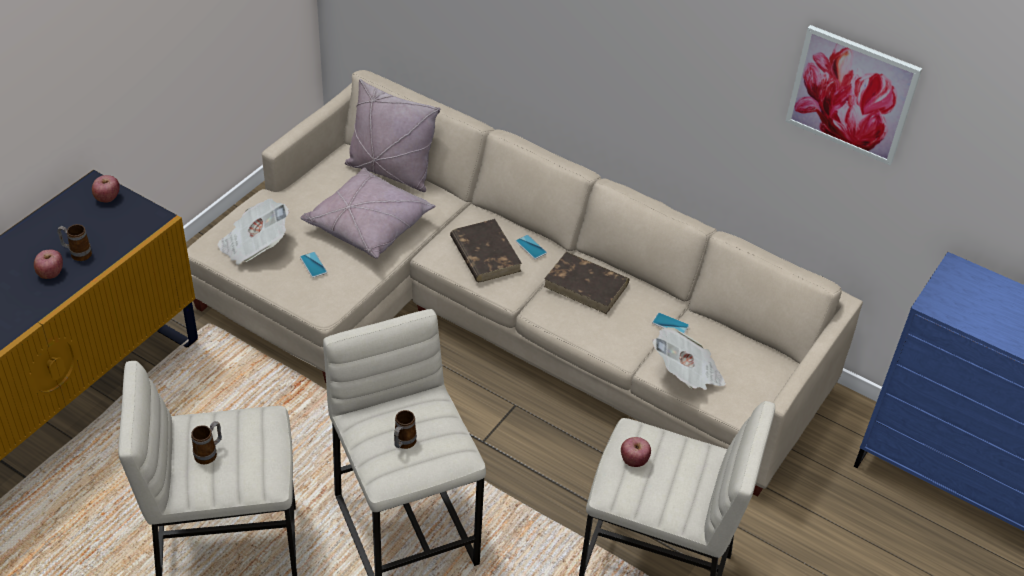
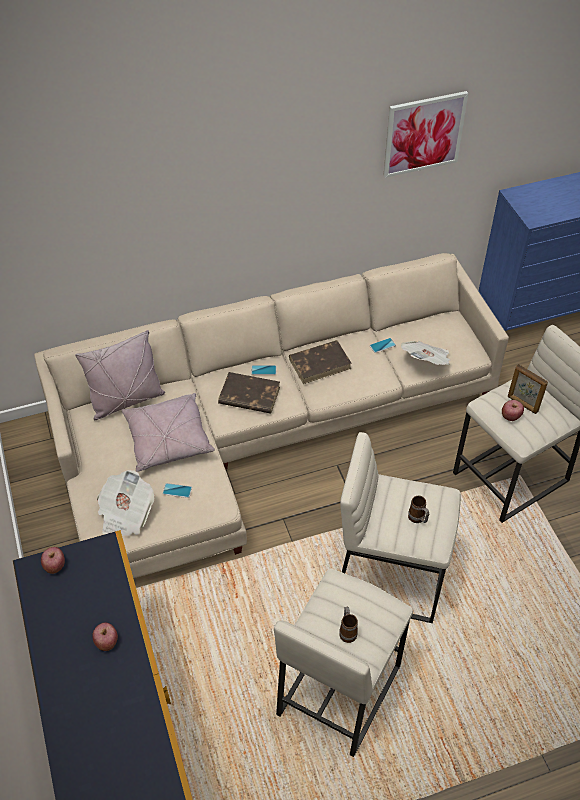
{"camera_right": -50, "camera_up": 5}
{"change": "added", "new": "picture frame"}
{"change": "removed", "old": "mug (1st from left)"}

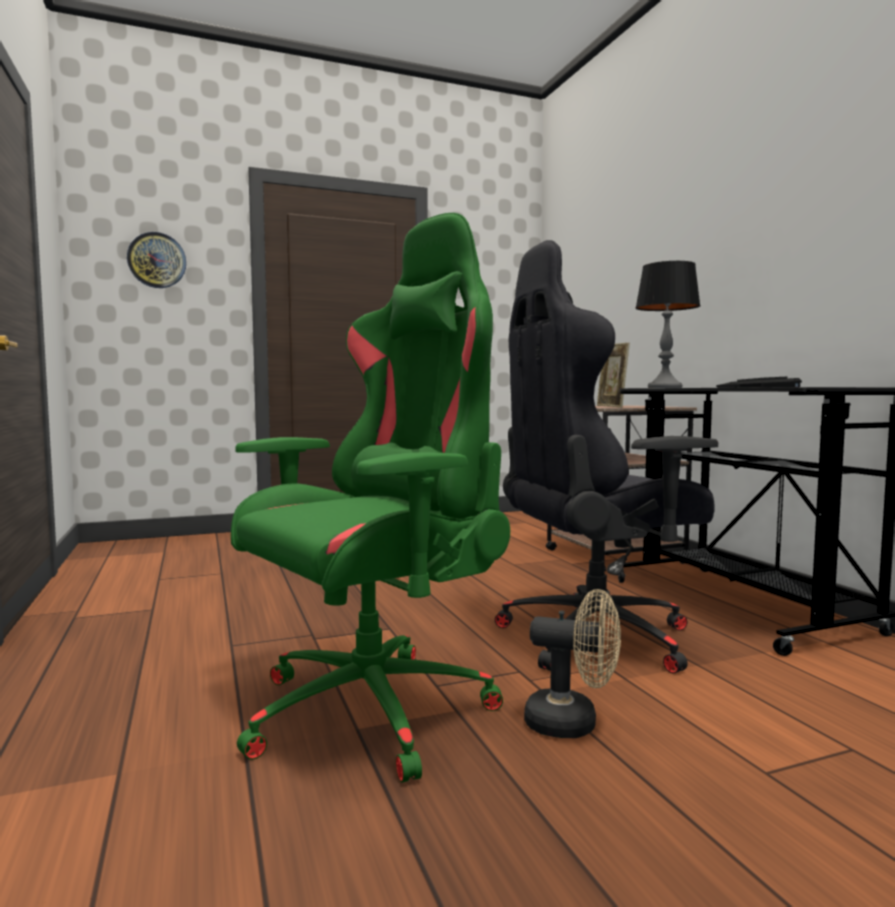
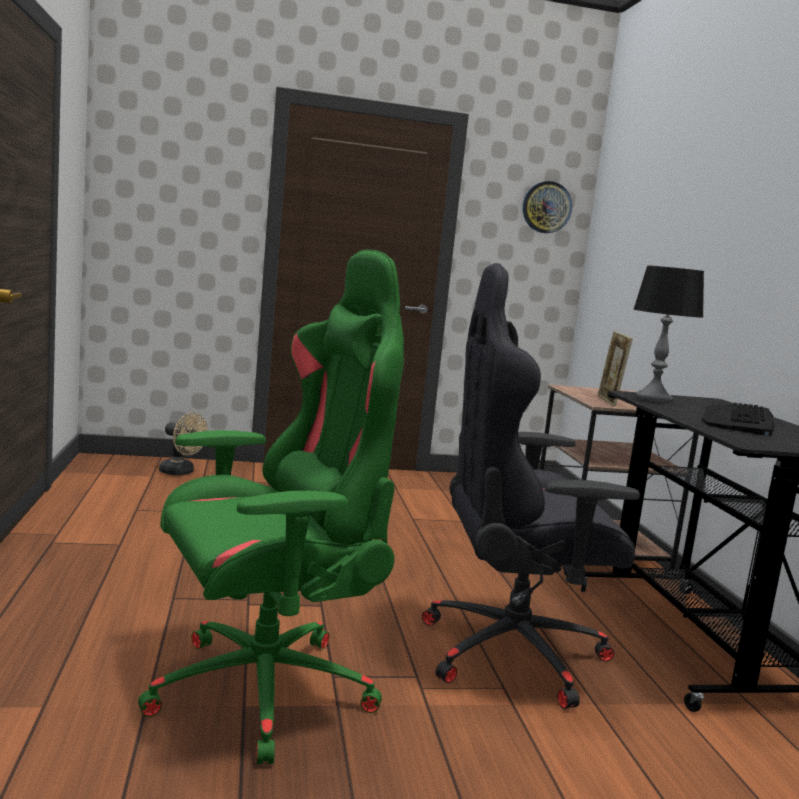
{"camera_right": 10, "camera_up": 5}
{"change": "moved", "old": "fan/beige"}
{"change": "moved", "old": "wall clock"}

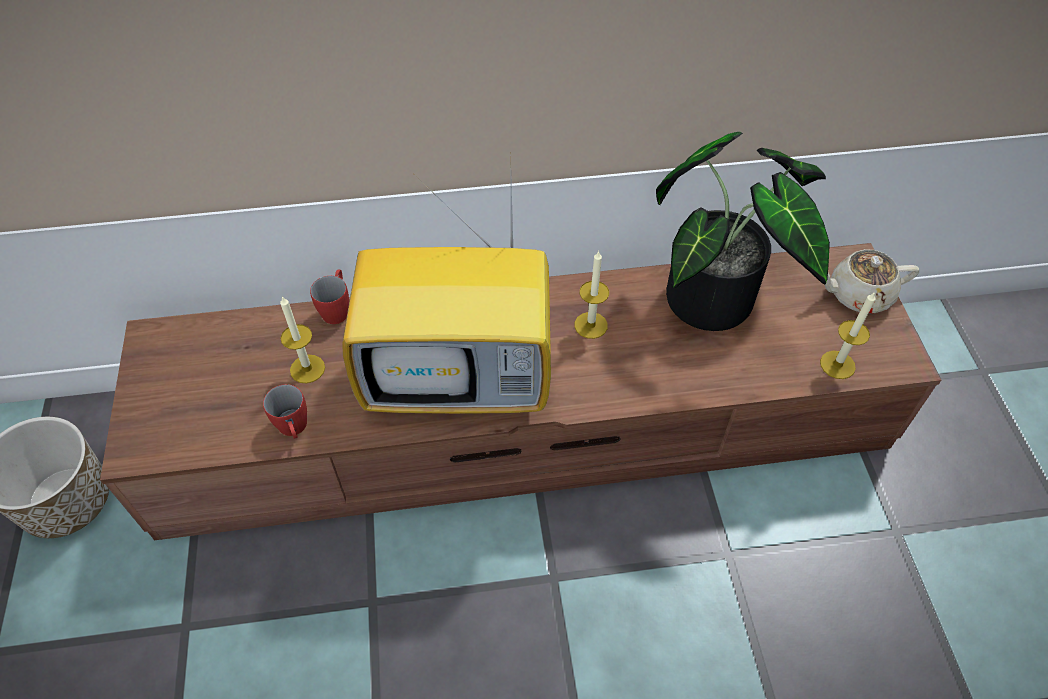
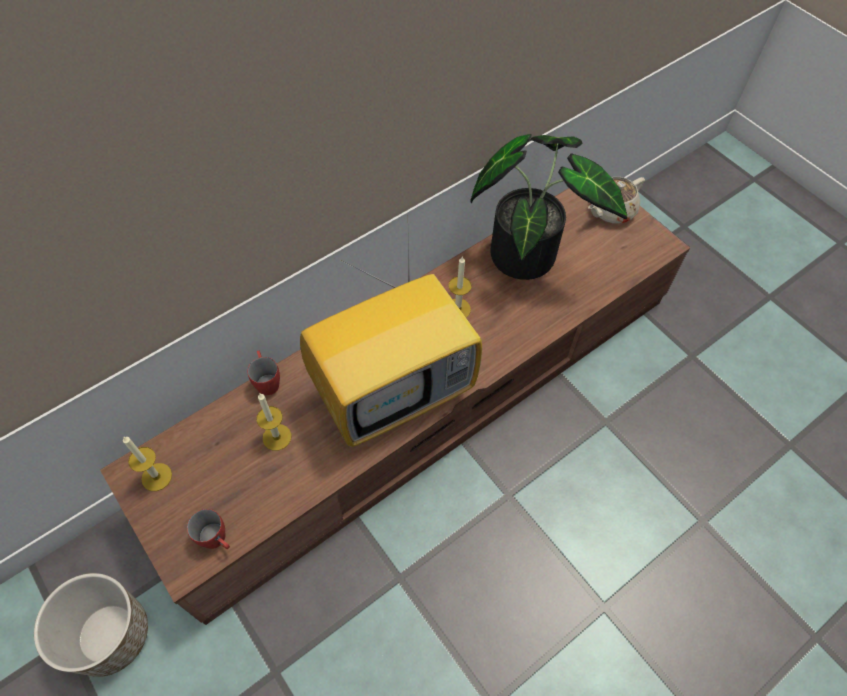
{"camera_right": -30, "camera_up": 5}
{"change": "moved", "old": "candle (3rd from left in the first image)", "new": "candle (1st from left)"}
{"change": "moved", "old": "mug/red (1st from left)"}

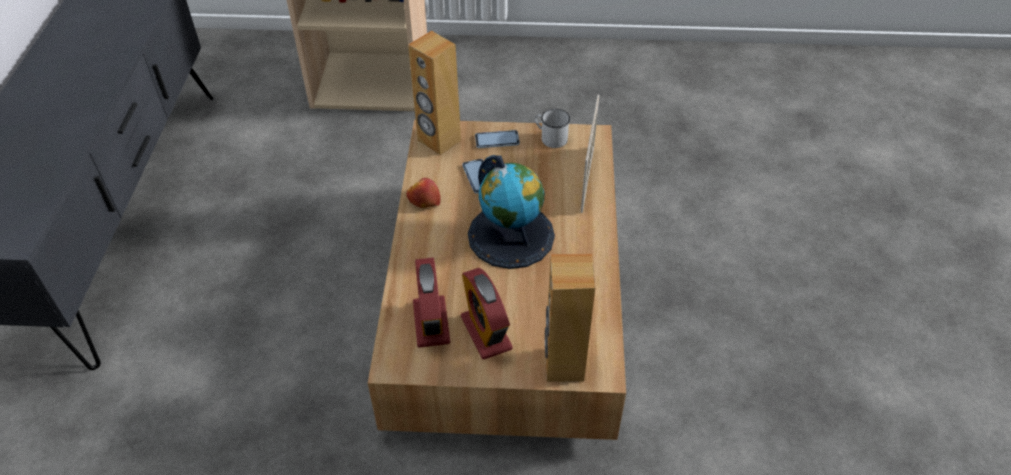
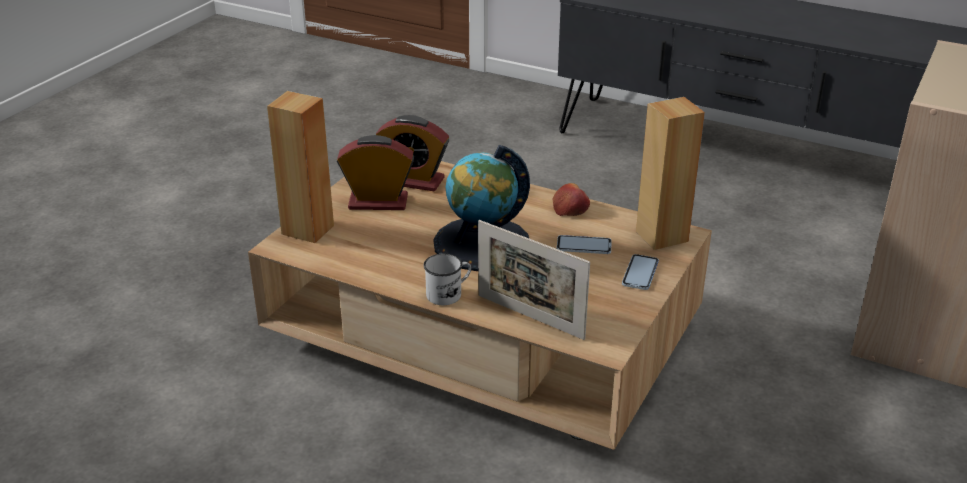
{"camera_right": 115, "camera_up": -15}
{"change": "moved", "old": "mug/white"}

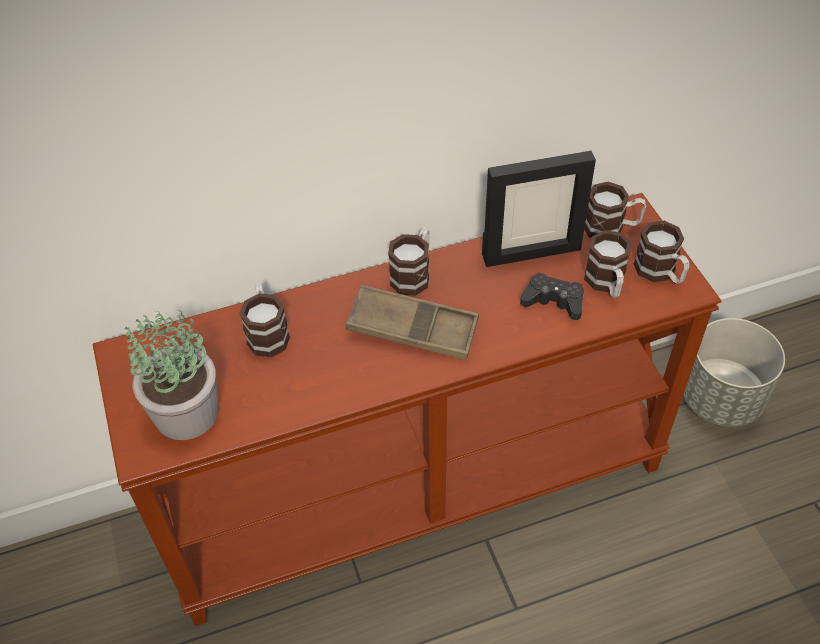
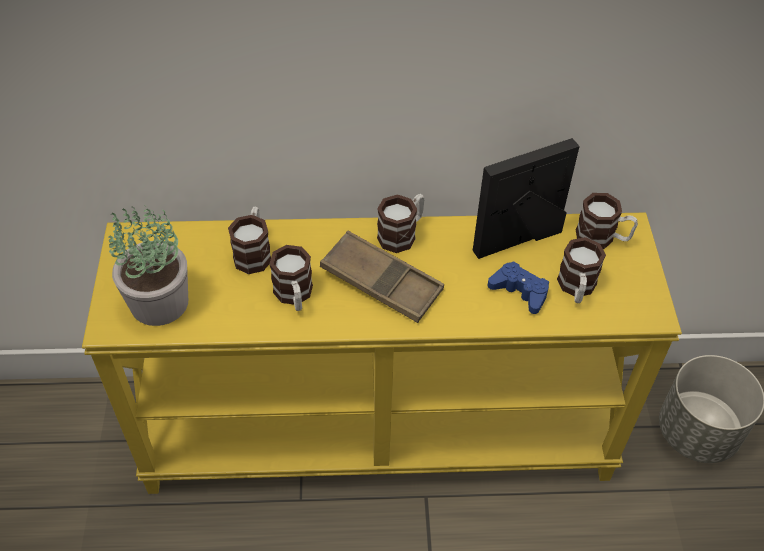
{"camera_right": 15, "camera_up": 0}
{"change": "recoloured", "old": "console table/brown", "new": "console table/yellow"}
{"change": "moved", "old": "mug (5th from left in the first image)", "new": "mug (2nd from left)"}
{"change": "turned", "old": "picture frame", "degrees": 150}
{"change": "recoloured", "old": "game controller/black", "new": "game controller/blue"}

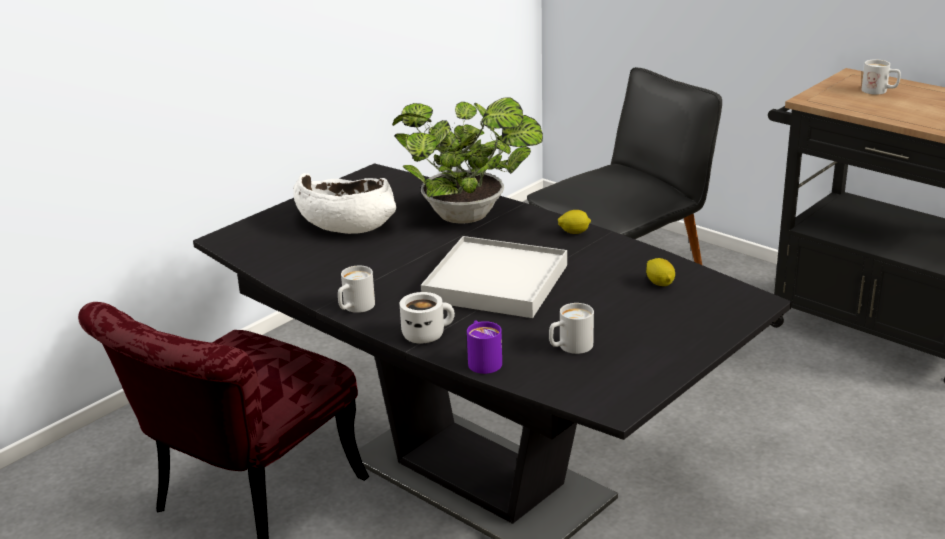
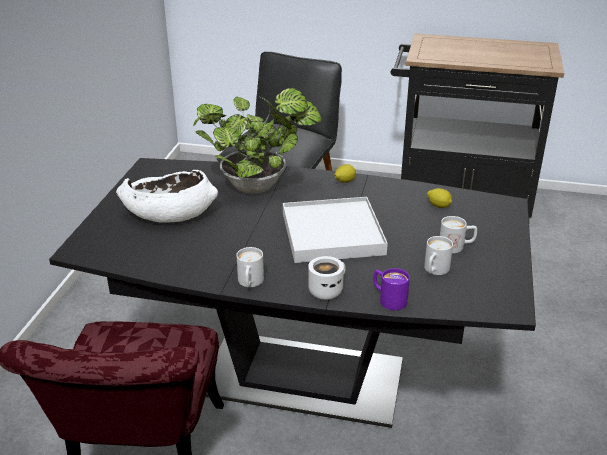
{"camera_right": -30, "camera_up": 5}
{"change": "moved", "old": "mug/white (4th from left)"}

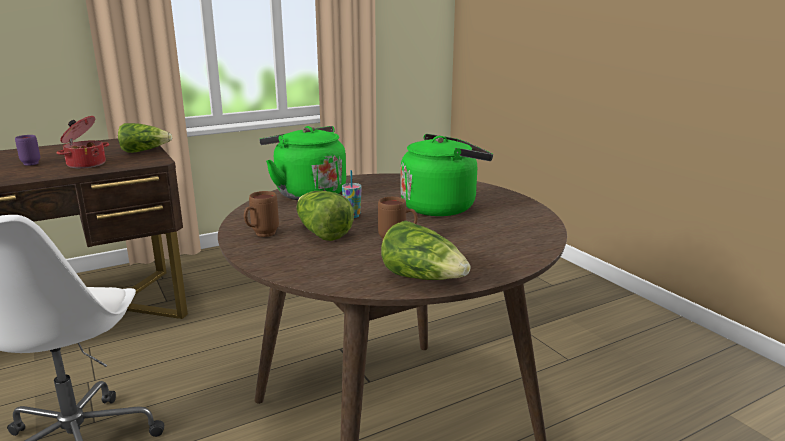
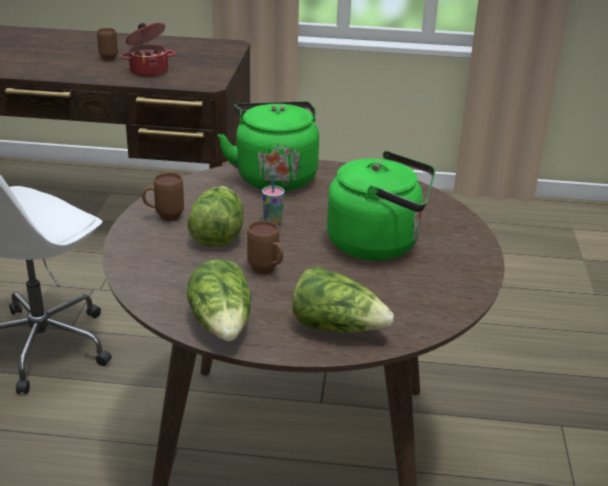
{"camera_right": 35, "camera_up": 10}
{"change": "recoloured", "old": "mug/purple", "new": "mug/brown (1st from left)"}
{"change": "moved", "old": "lettuce (1st from left in the first image)", "new": "lettuce (3rd from left)"}

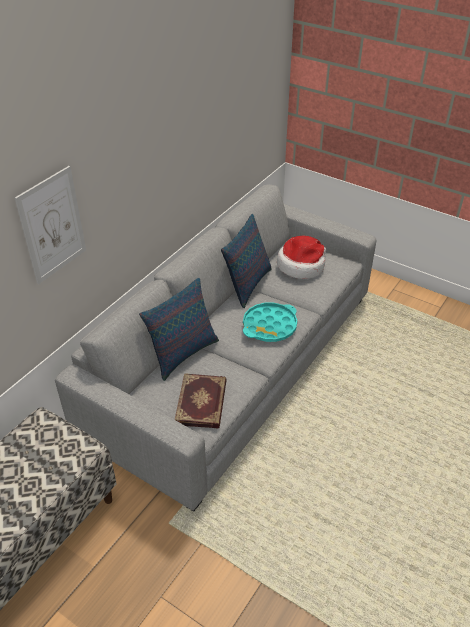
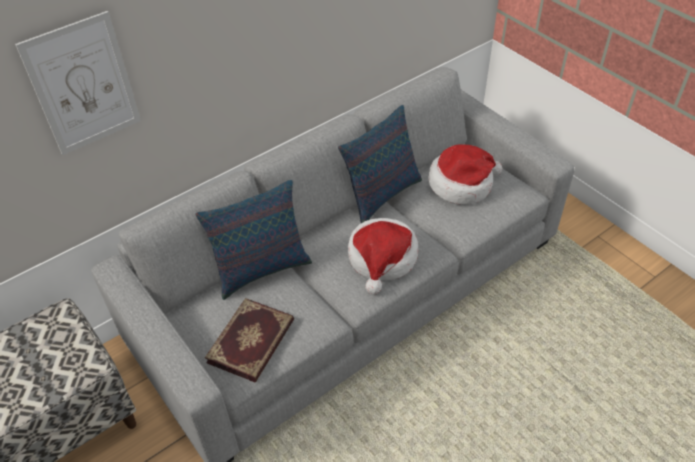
{"camera_right": 20, "camera_up": 5}
{"change": "replaced", "old": "tray/turquoise", "new": "hat (1st from left)"}

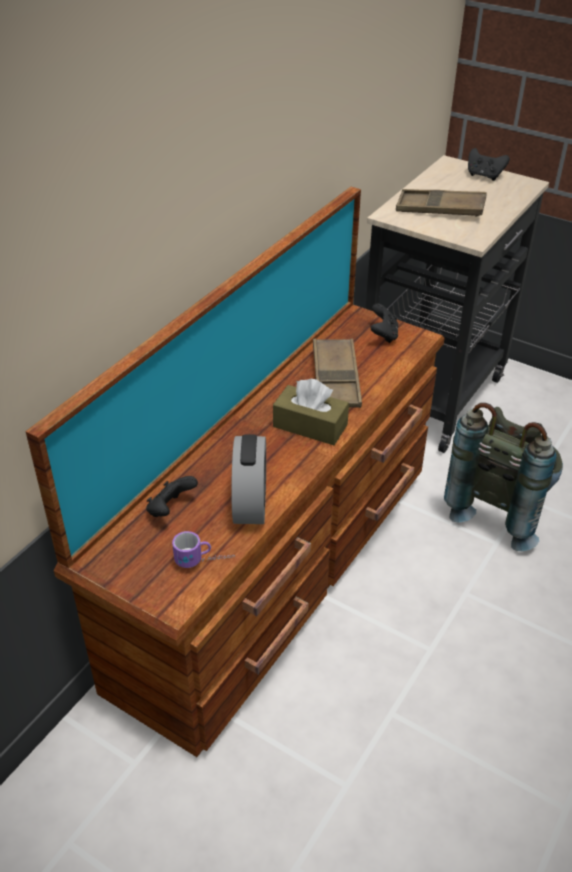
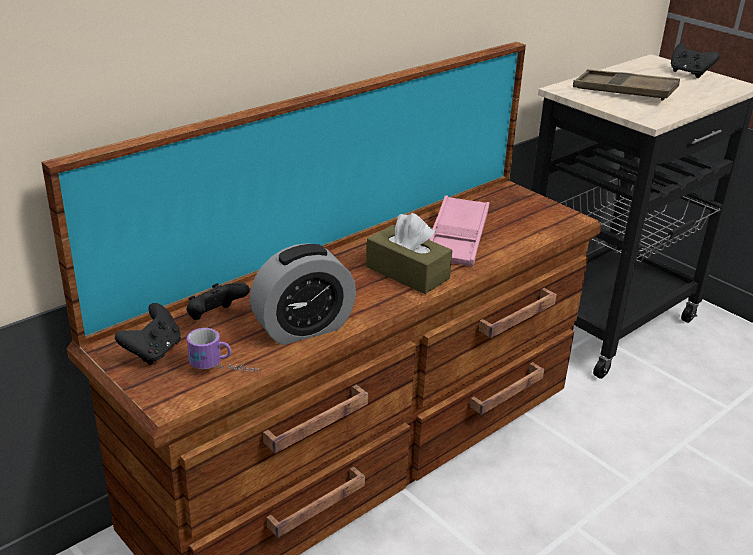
{"camera_right": 15, "camera_up": -10}
{"change": "moved", "old": "game controller/black (2nd from left in the first image)", "new": "game controller/black (1st from left)"}
{"change": "turned", "old": "alarm clock", "degrees": 45}
{"change": "recoloured", "old": "tray/brown (1st from left)", "new": "tray/pink"}
{"change": "removed", "old": "backpack/grey"}

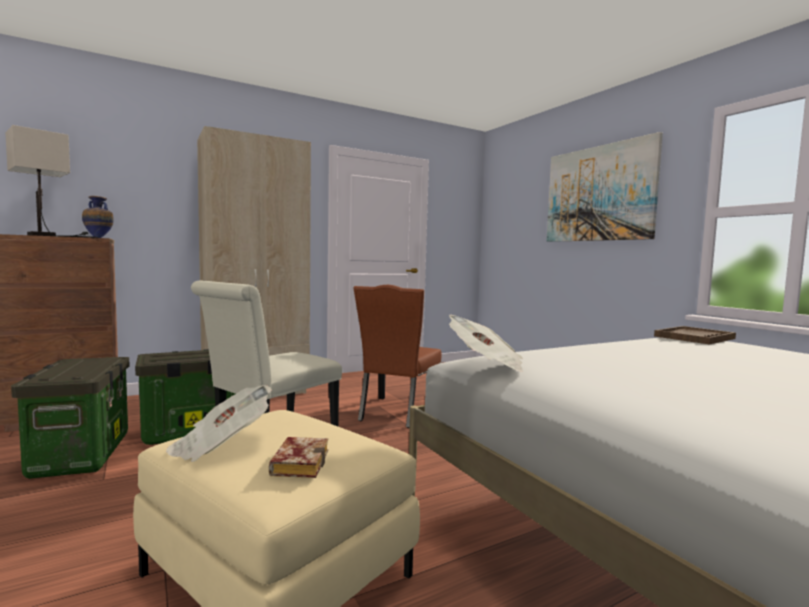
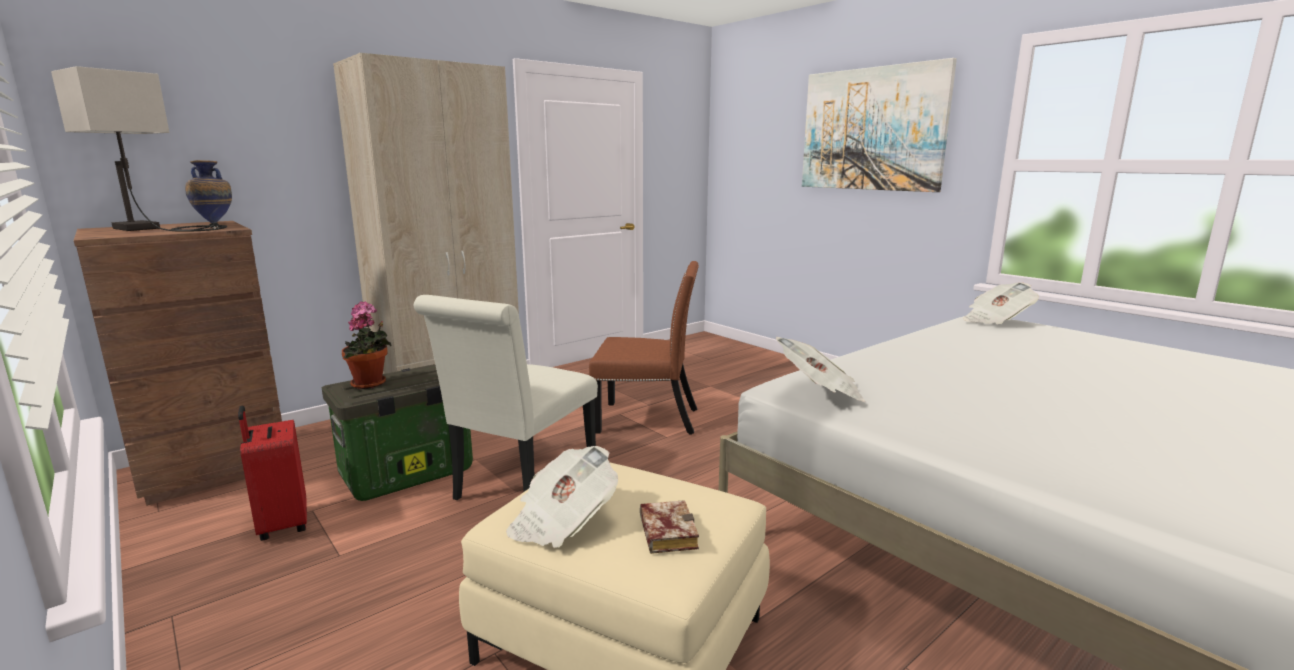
{"camera_right": -10, "camera_up": 10}
{"change": "replaced", "old": "storage box (1st from left)", "new": "suitcase/red"}
{"change": "added", "new": "potted plant"}
{"change": "turned", "old": "chair/brown", "degrees": -90}
{"change": "replaced", "old": "tray/brown", "new": "newspaper (3rd from left)"}

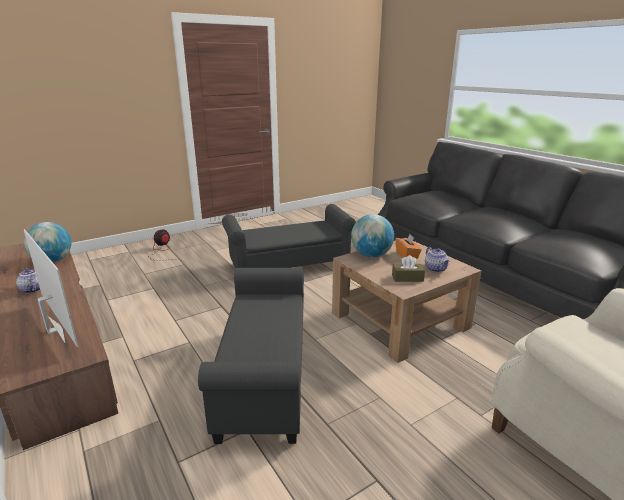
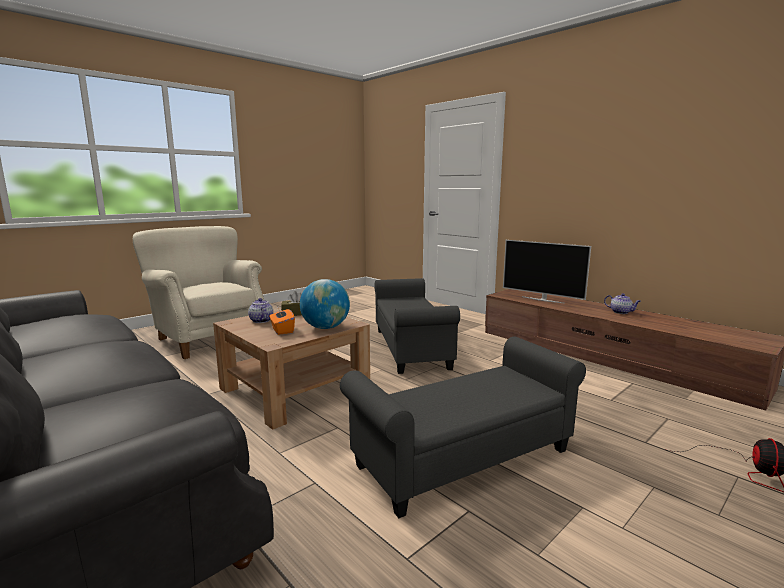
{"camera_right": 170, "camera_up": -10}
{"change": "removed", "old": "globe (1st from left)"}

